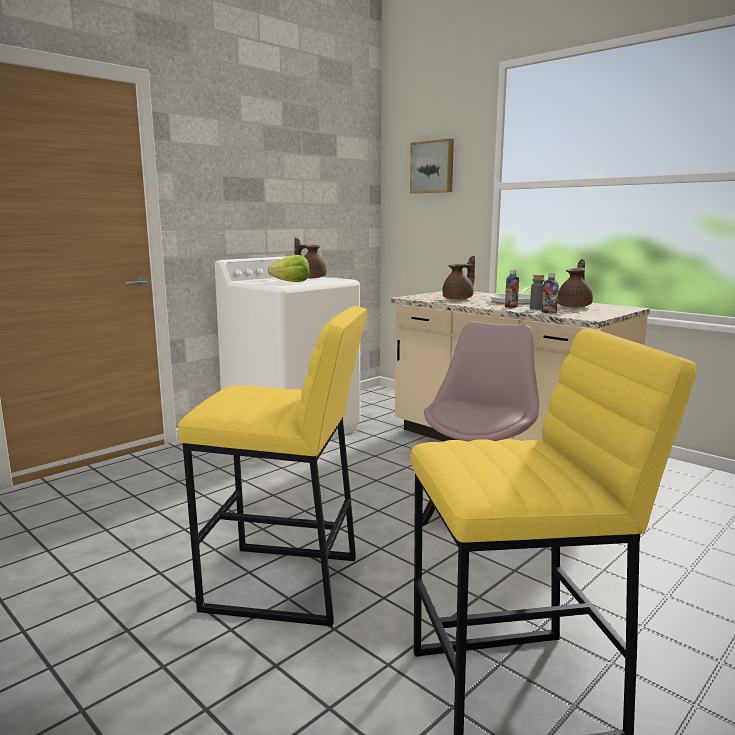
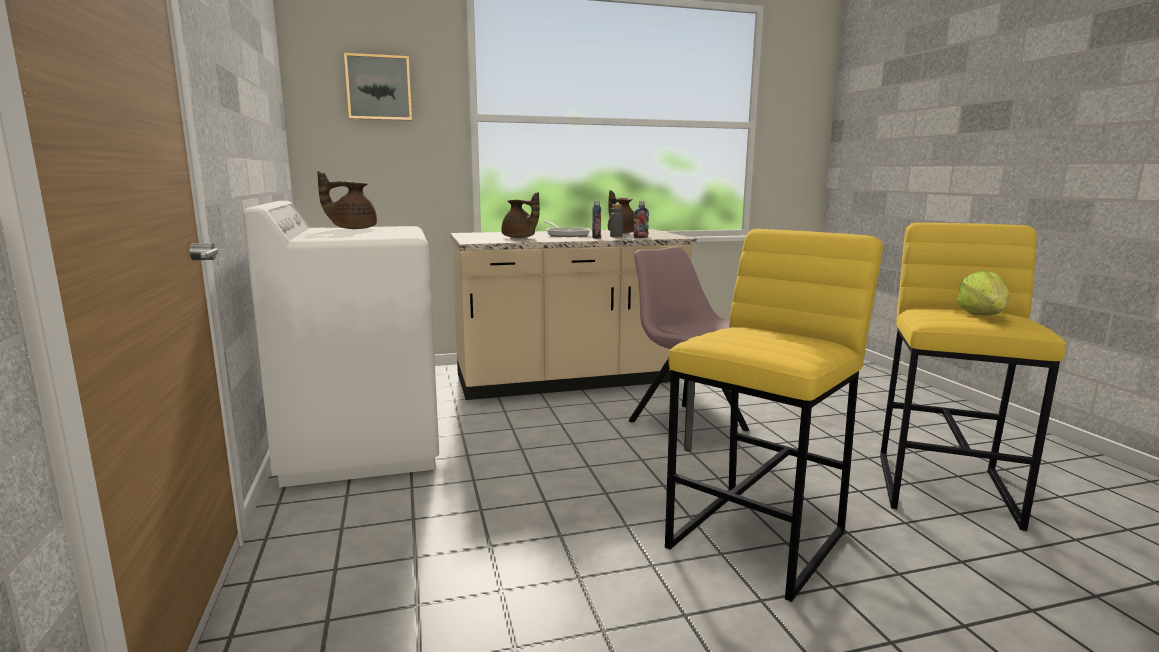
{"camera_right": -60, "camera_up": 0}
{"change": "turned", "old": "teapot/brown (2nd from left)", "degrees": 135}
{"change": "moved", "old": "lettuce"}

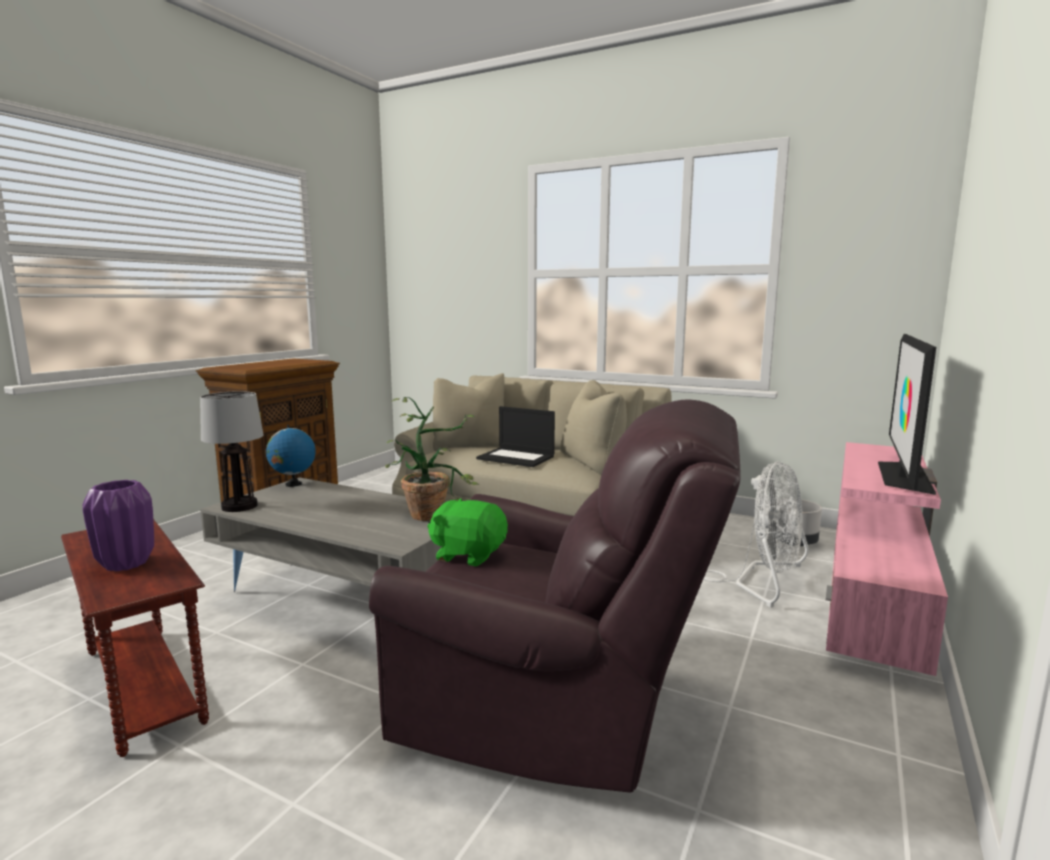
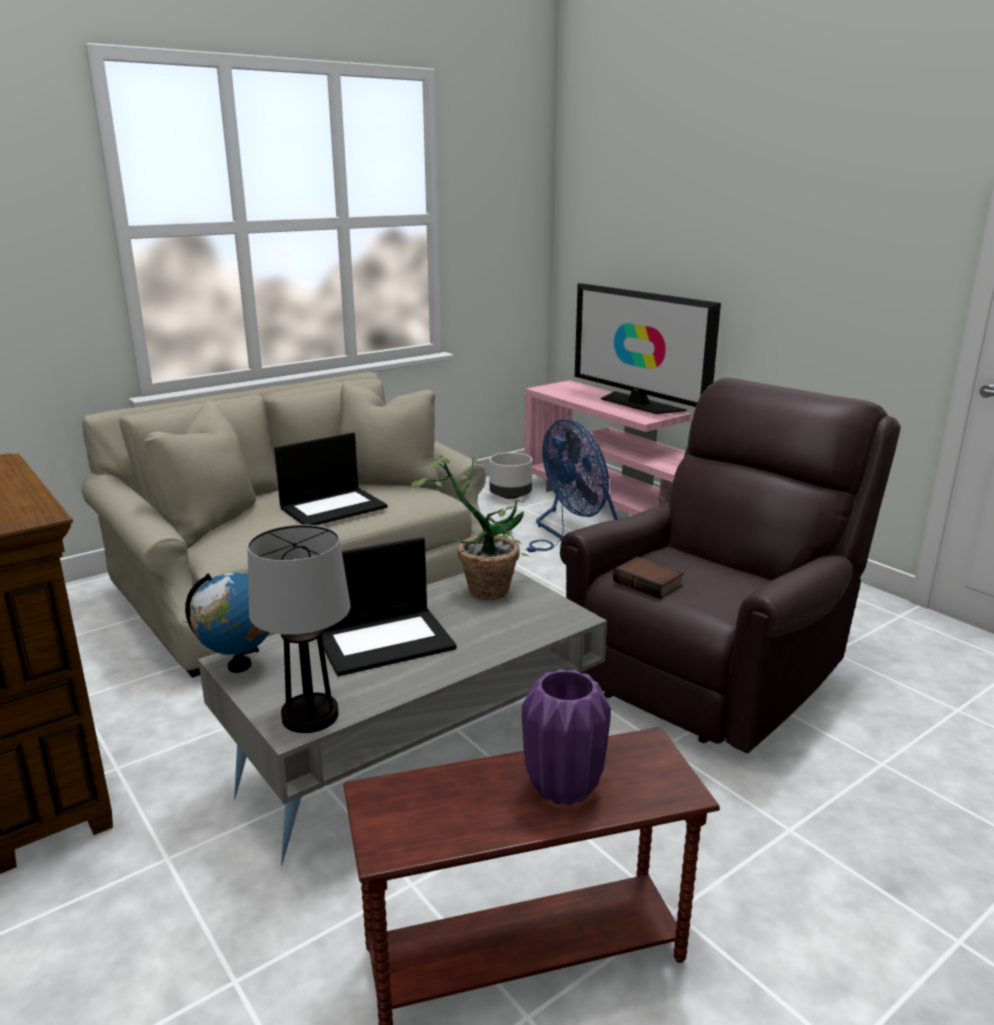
{"camera_right": -65, "camera_up": 10}
{"change": "added", "new": "laptop (2nd from left)"}
{"change": "recoloured", "old": "fan/white", "new": "fan/blue"}
{"change": "replaced", "old": "plush toy/green", "new": "book"}

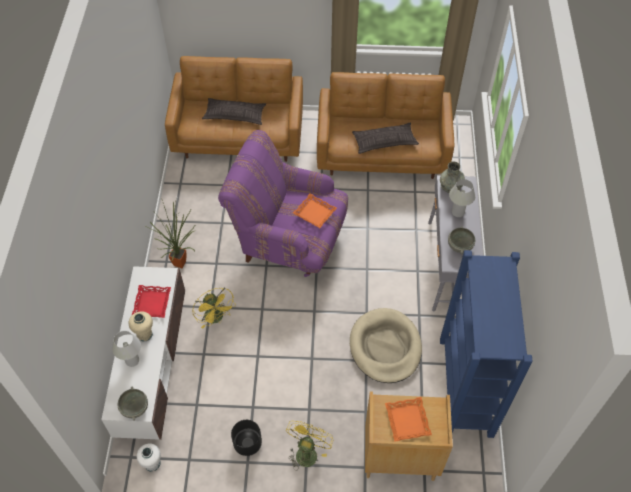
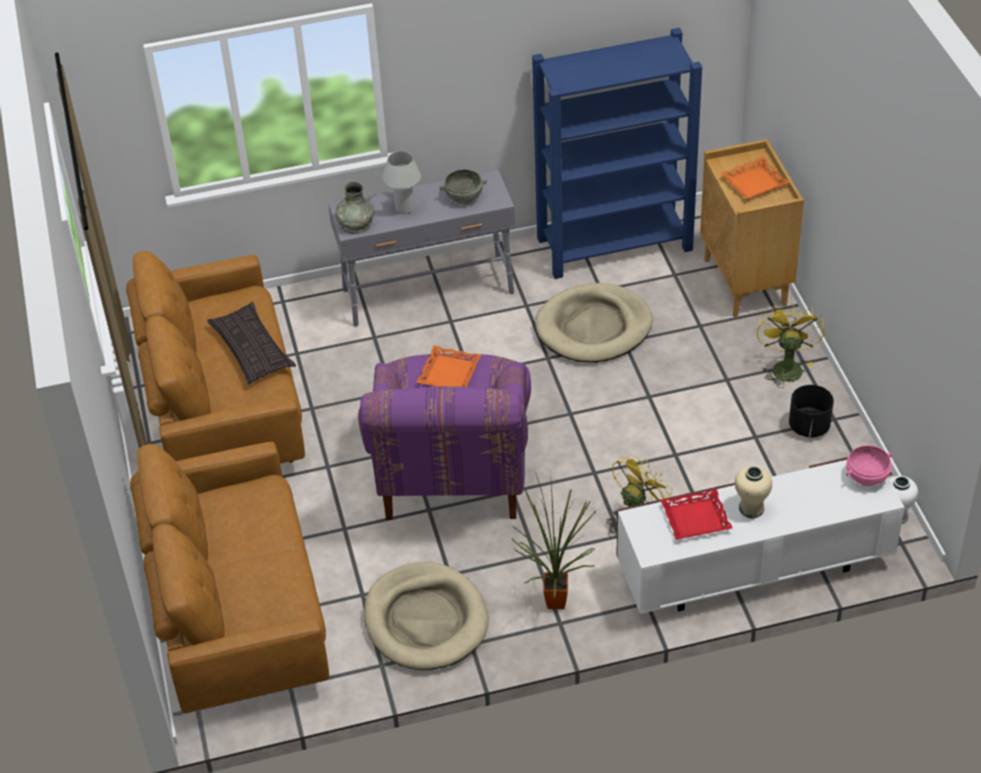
{"camera_right": -105, "camera_up": -10}
{"change": "added", "new": "dog bed/beige (1st from left)"}
{"change": "turned", "old": "fan/yellow (2nd from left)", "degrees": 90}
{"change": "recoloured", "old": "bowl/grey (1st from left)", "new": "bowl/pink"}
{"change": "removed", "old": "table lamp/white (1st from left)"}
{"change": "removed", "old": "pillow (1st from left)"}

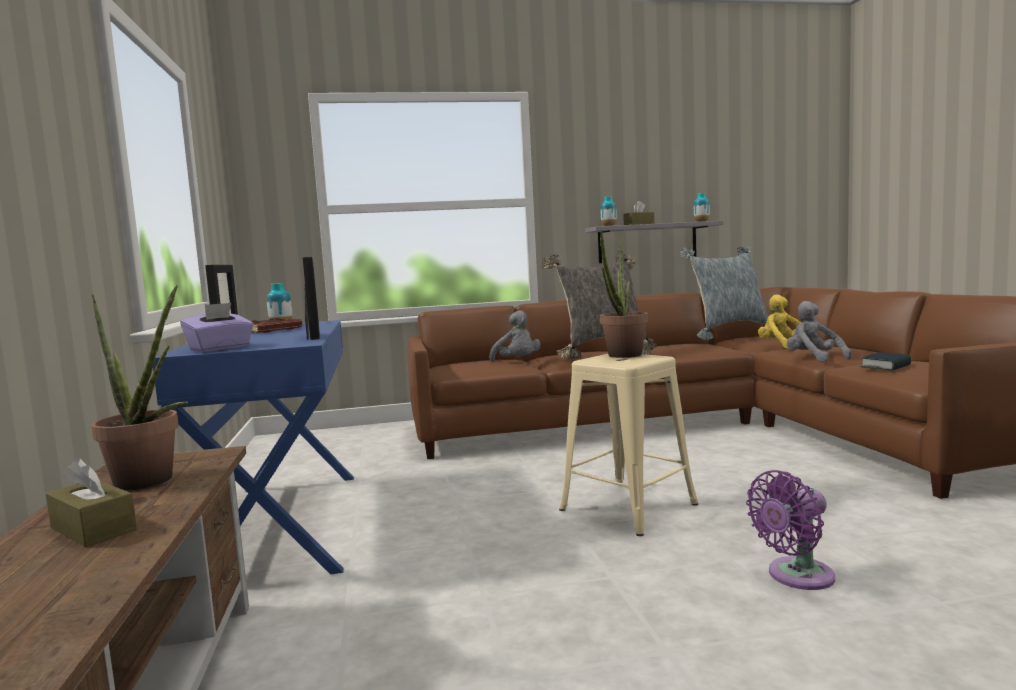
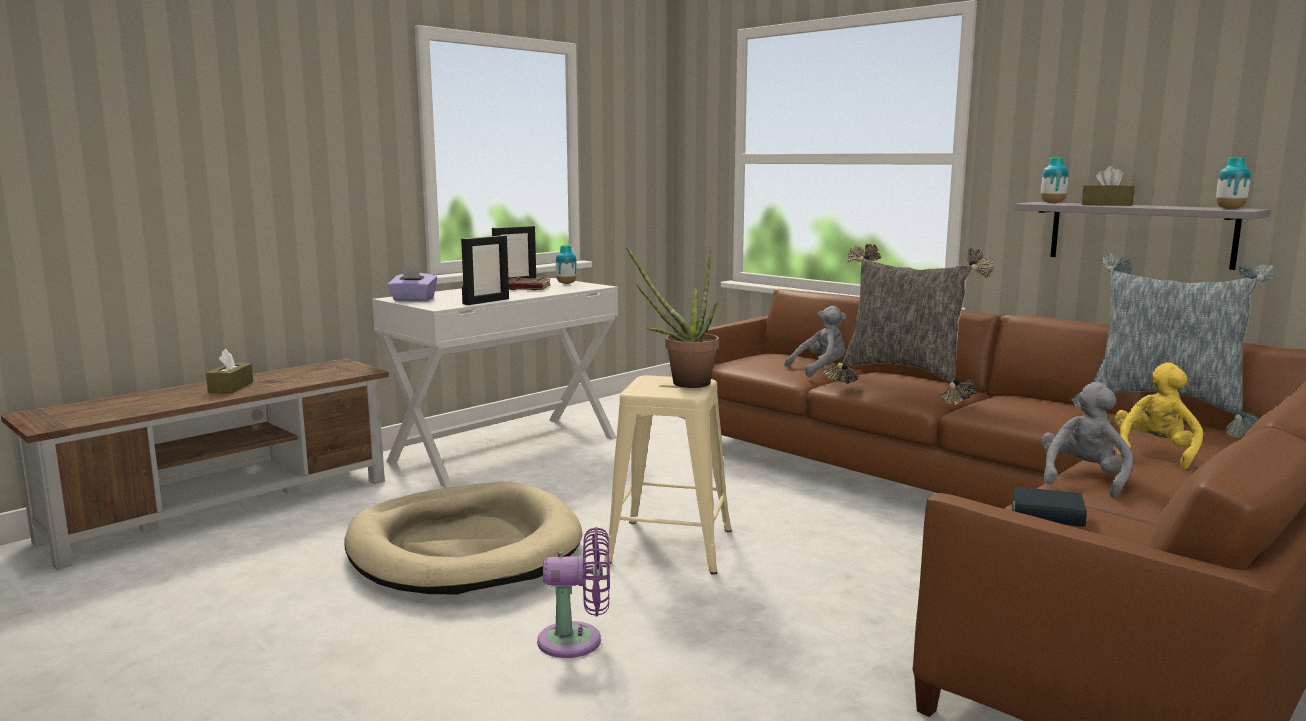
{"camera_right": 55, "camera_up": 5}
{"change": "added", "new": "dog bed/beige"}
{"change": "recoloured", "old": "console table/blue", "new": "console table/white"}
{"change": "turned", "old": "fan/purple", "degrees": 150}
{"change": "turned", "old": "plush toy/grey (1st from left)", "degrees": -135}
{"change": "removed", "old": "potted plant (1st from left)"}

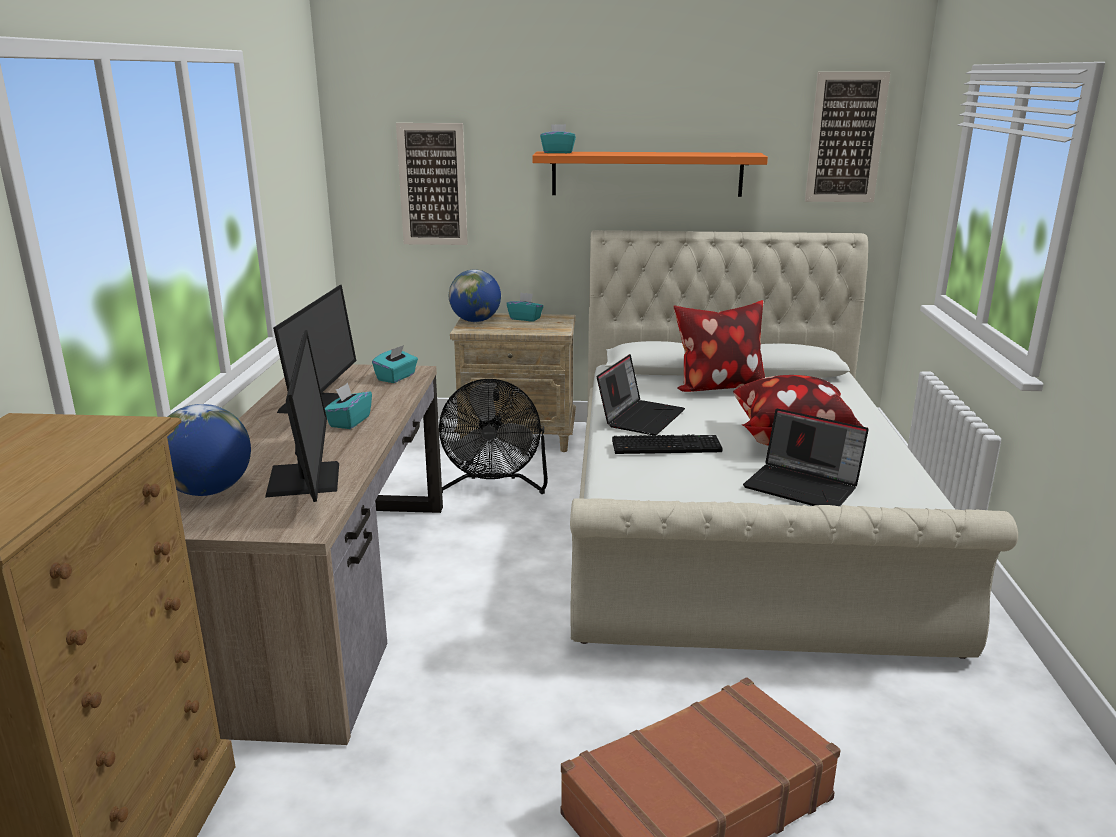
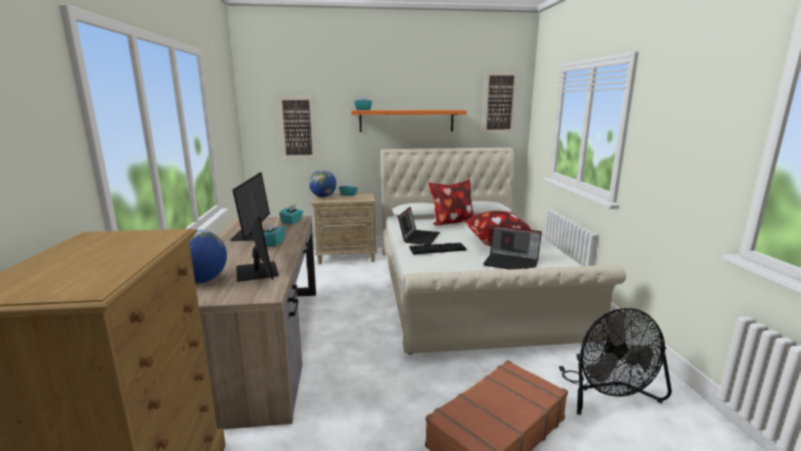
{"camera_right": -10, "camera_up": -5}
{"change": "moved", "old": "fan/black"}

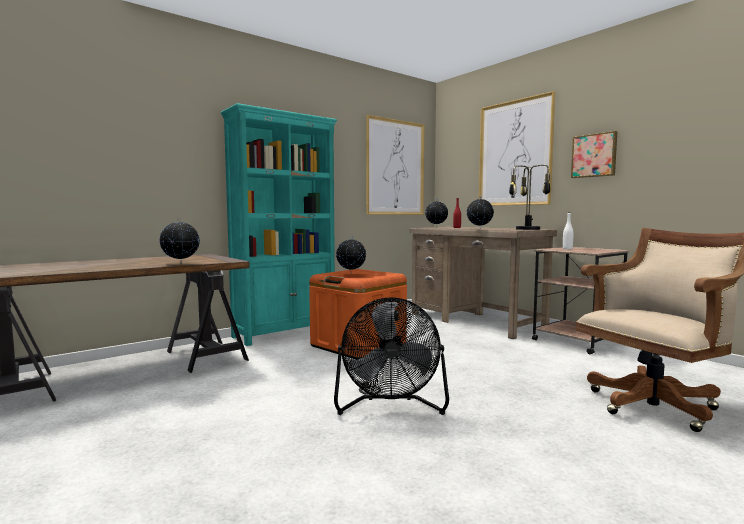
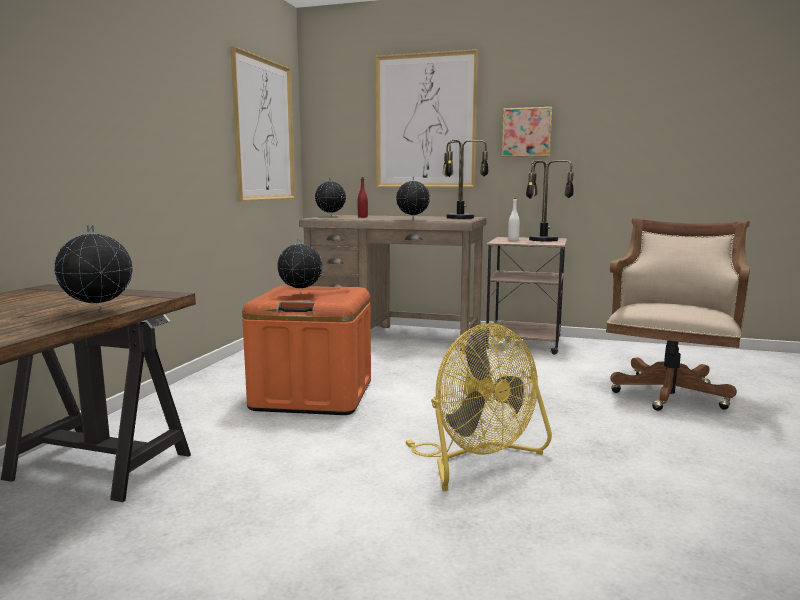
{"camera_right": -35, "camera_up": 5}
{"change": "recoloured", "old": "fan/black", "new": "fan/yellow"}
{"change": "added", "new": "table lamp (2nd from left)"}
{"change": "removed", "old": "bookcase/turquoise"}

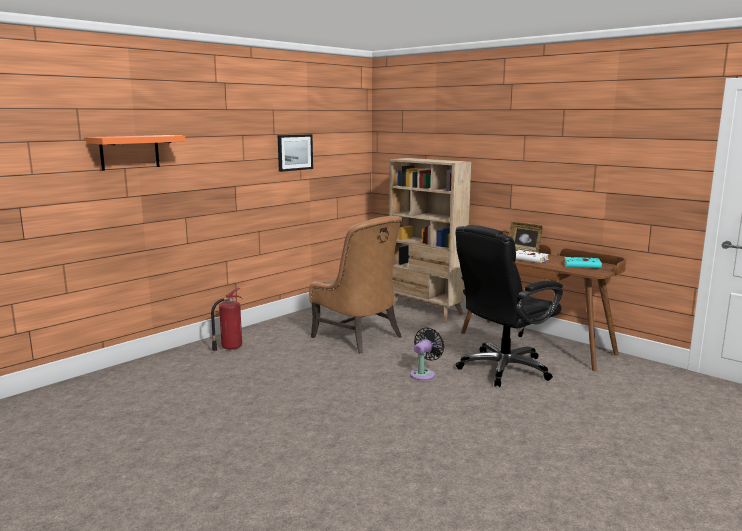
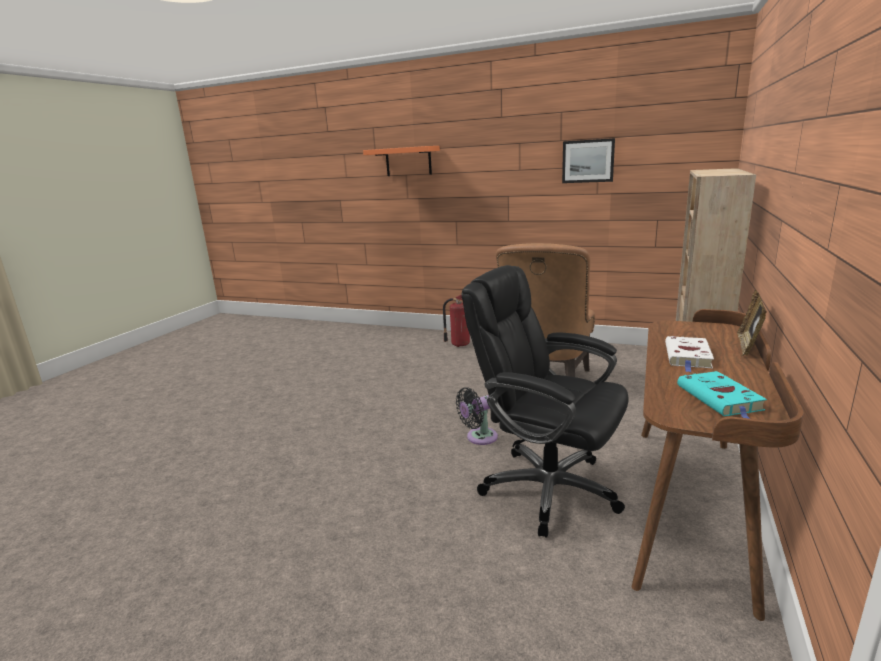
{"camera_right": 70, "camera_up": 5}
{"change": "turned", "old": "fan/black", "degrees": 135}

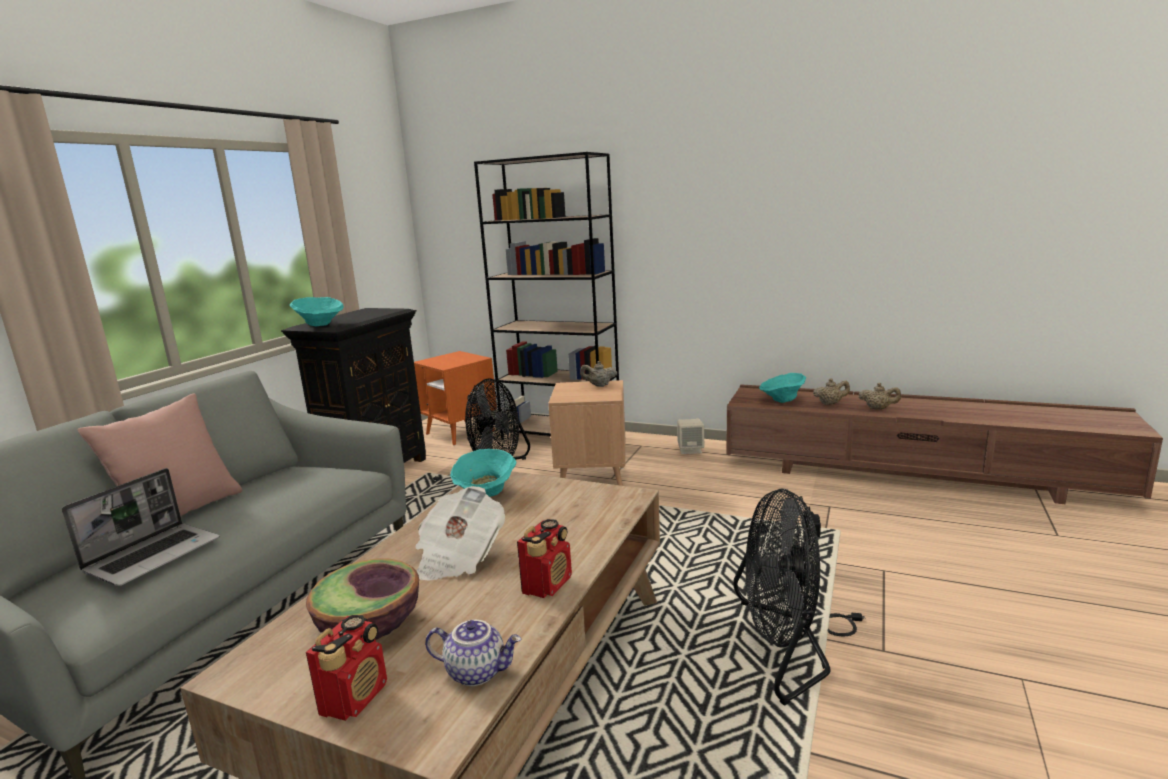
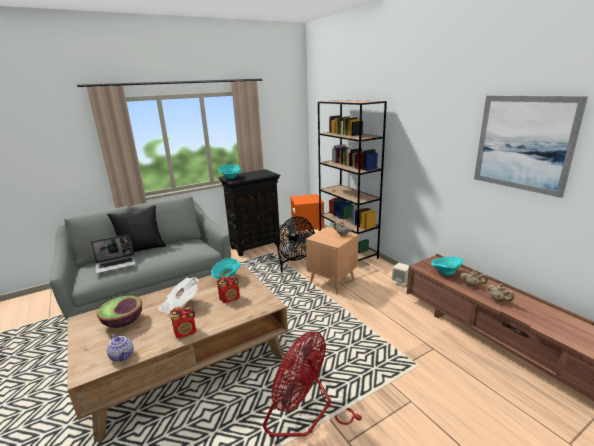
{"camera_right": 35, "camera_up": 5}
{"change": "recoloured", "old": "pillow/pink", "new": "pillow/black"}
{"change": "moved", "old": "radio (1st from left in the first image)", "new": "radio (2nd from left)"}
{"change": "recoloured", "old": "fan/black (2nd from left)", "new": "fan/red"}
{"change": "added", "new": "picture"}

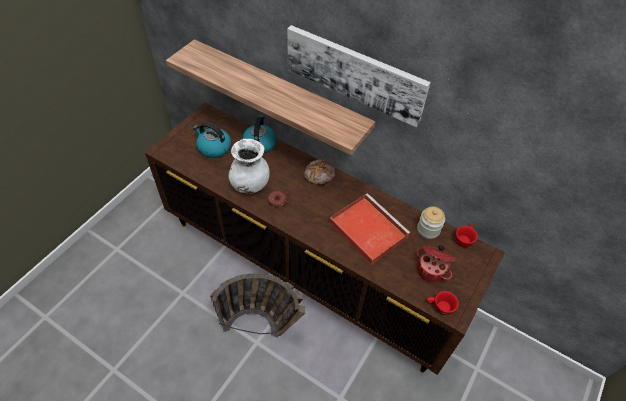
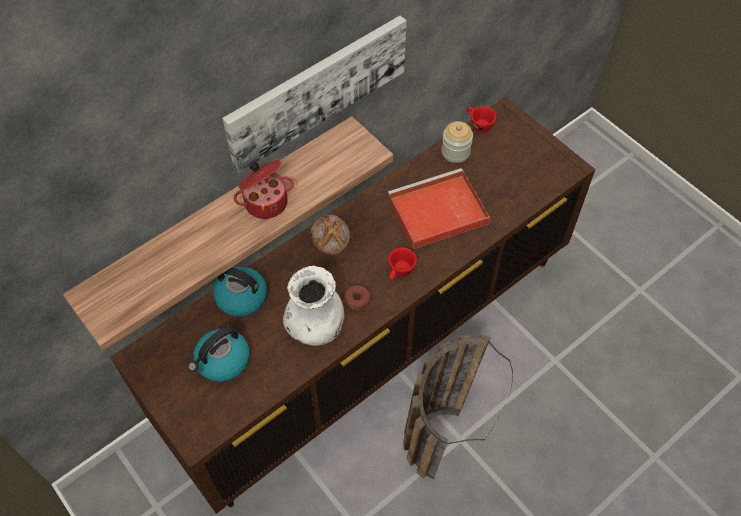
{"camera_right": -70, "camera_up": 5}
{"change": "moved", "old": "cooking pot"}
{"change": "moved", "old": "cup/red (1st from left)"}

